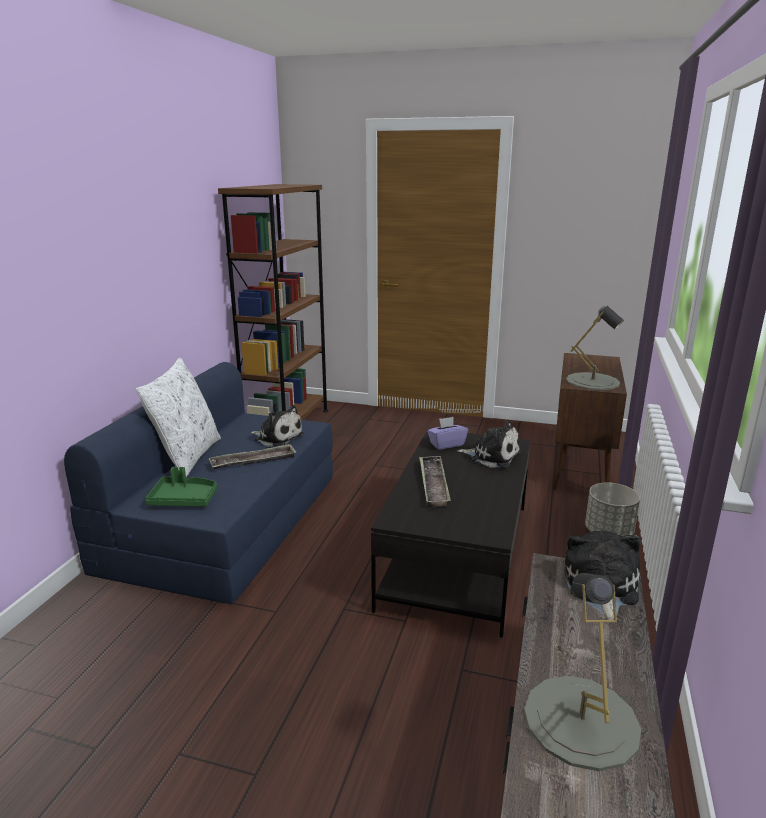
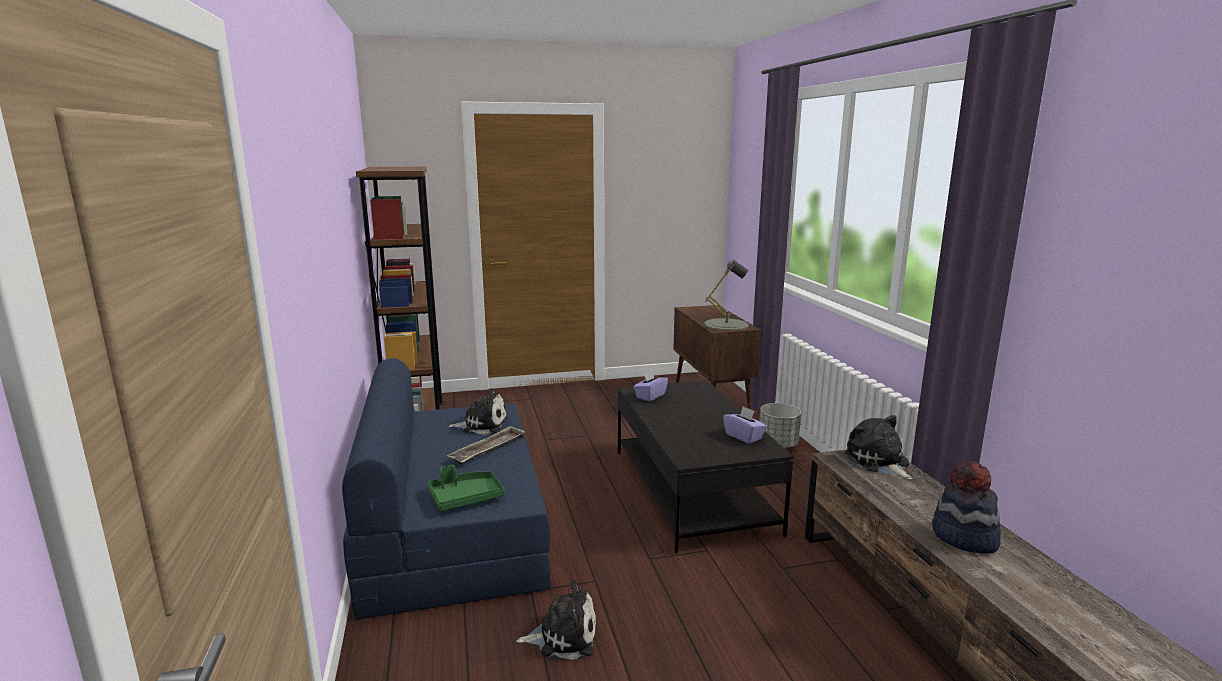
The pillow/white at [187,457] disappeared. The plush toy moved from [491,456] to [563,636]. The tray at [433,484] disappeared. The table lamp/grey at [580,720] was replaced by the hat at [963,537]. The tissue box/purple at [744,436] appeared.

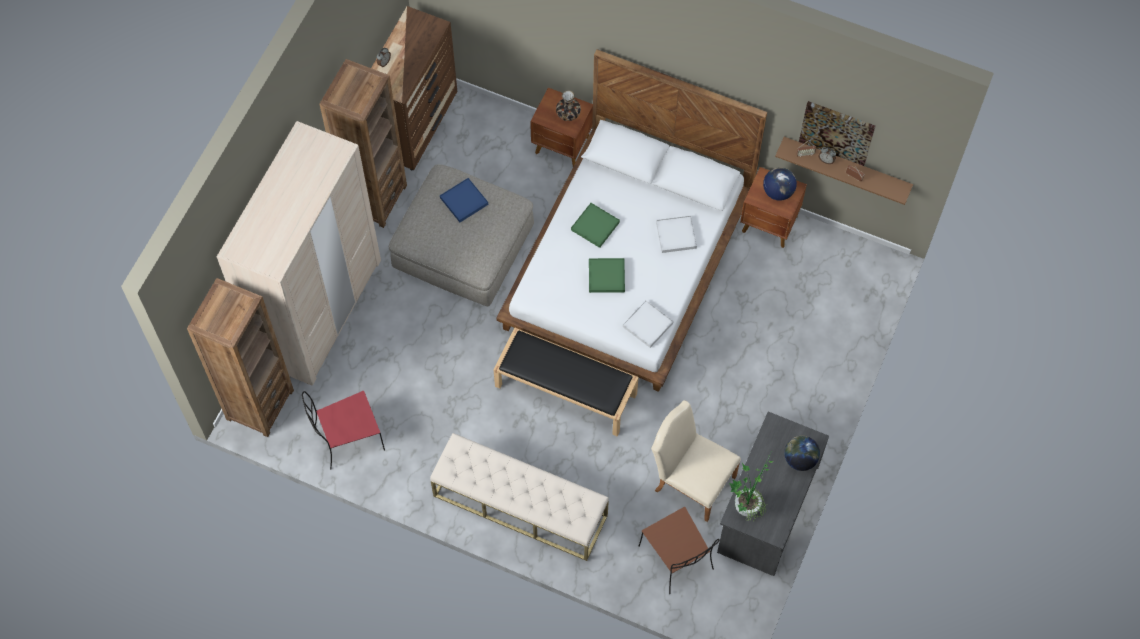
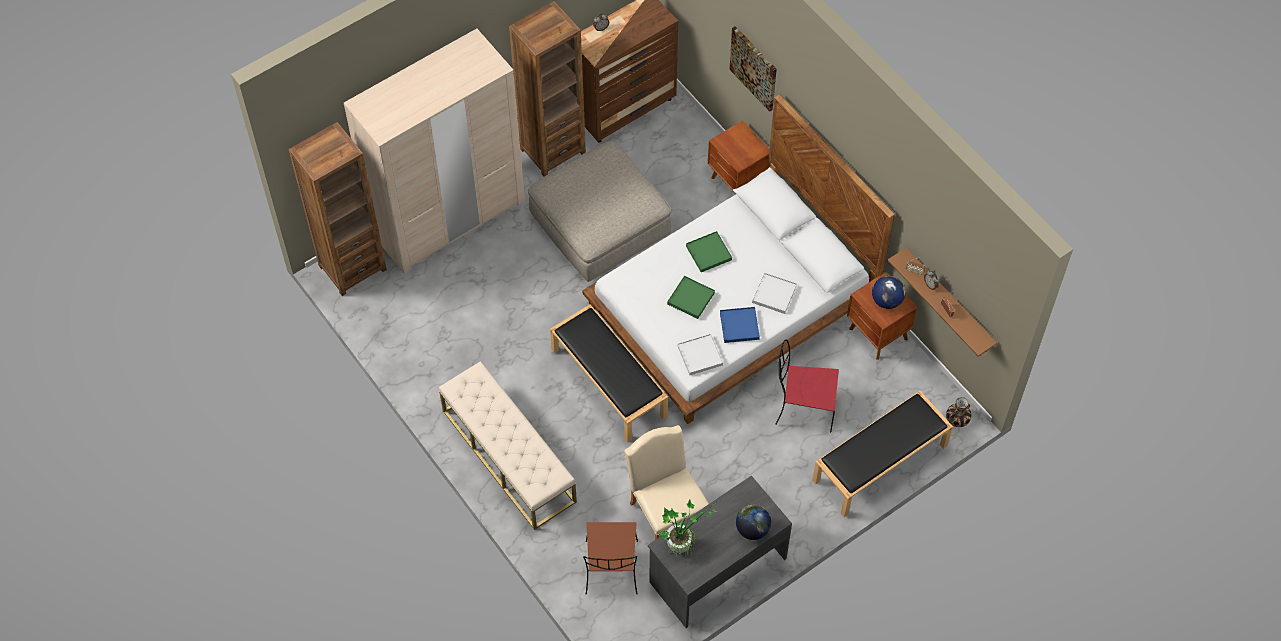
The vase moved from [568,113] to [957,418]. The picture moved from [837,131] to [754,68]. The tray/blue moved from [464,201] to [739,326]. The chair/red moved from [347,439] to [803,407]. The bench/black at [879,464] appeared.

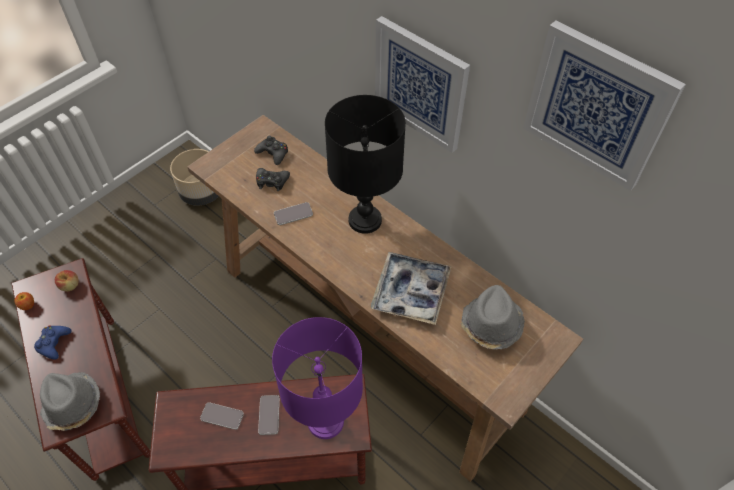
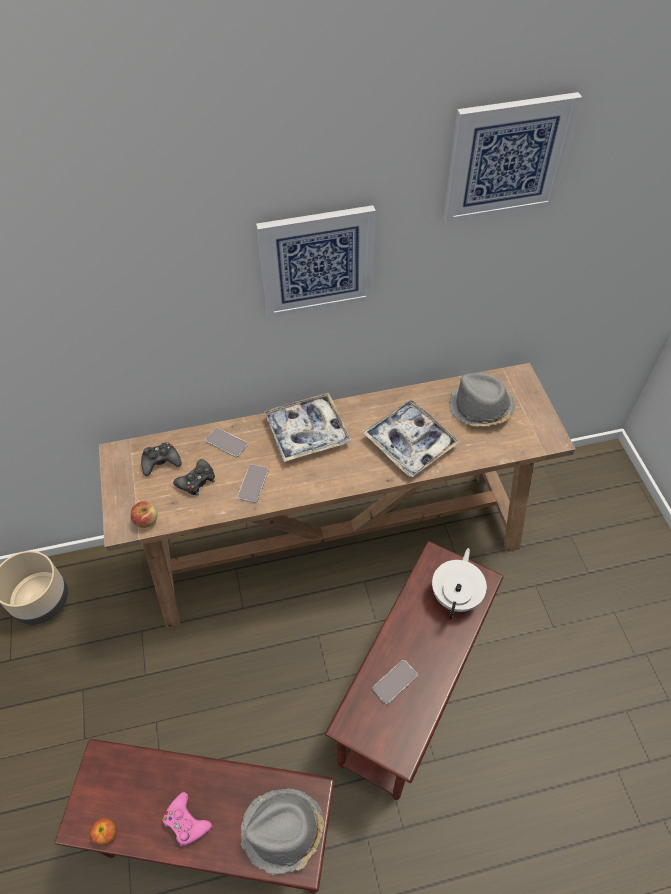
The table lamp/black at [365,219] was replaced by the tray at [307,432]. The apple moved from [70,285] to [146,520]. The table lamp/purple at [326,422] was replaced by the teapot/white at [456,595]. The game controller/blue at [54,343] became the game controller/pink at [186,822]. The phone moved from [269,415] to [226,443].

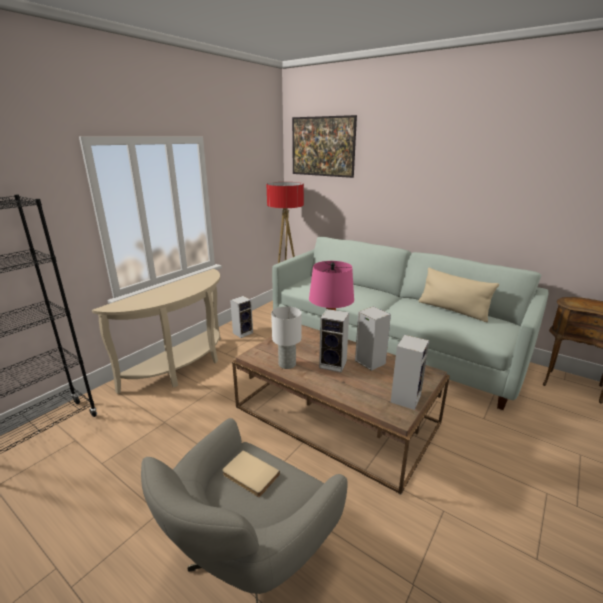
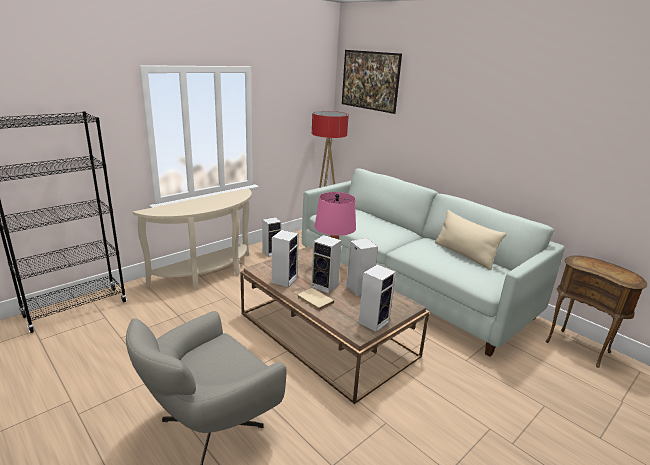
The table lamp/white at [287,364] was replaced by the speaker at [284,279]. The book/beige moved from [249,476] to [314,301].

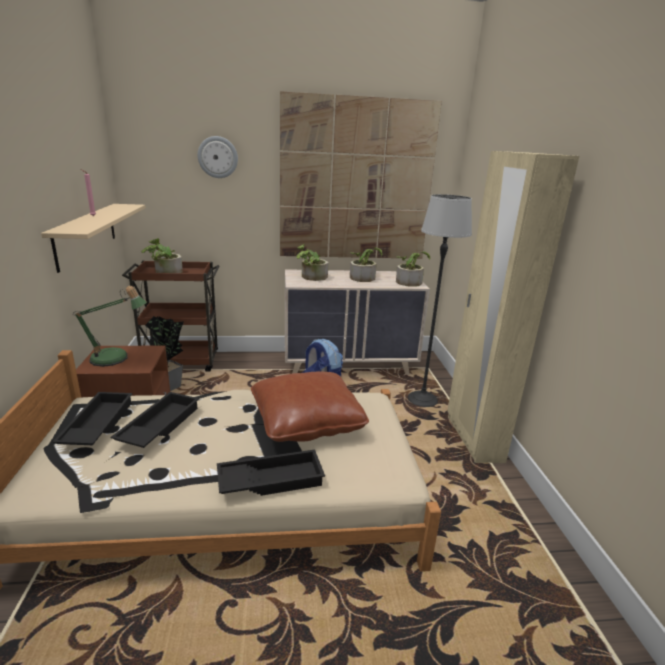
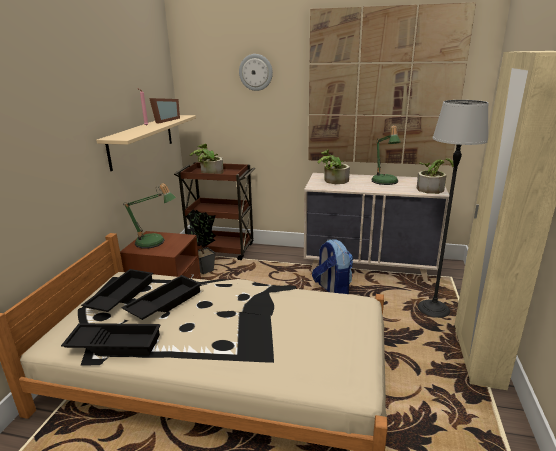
The potted plant at [363,277] was replaced by the table lamp at [385,182]. The pillow/brown at [306,421] disappeared. The tray/black moved from [271,479] to [115,343]. The picture frame at [164,120] appeared.

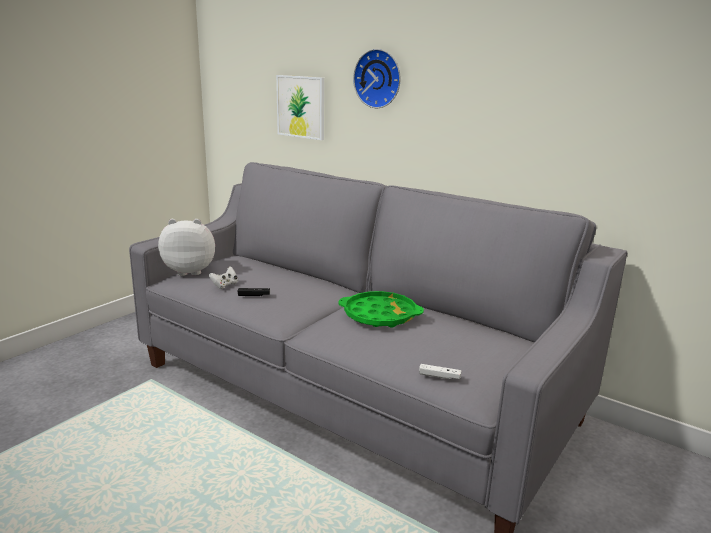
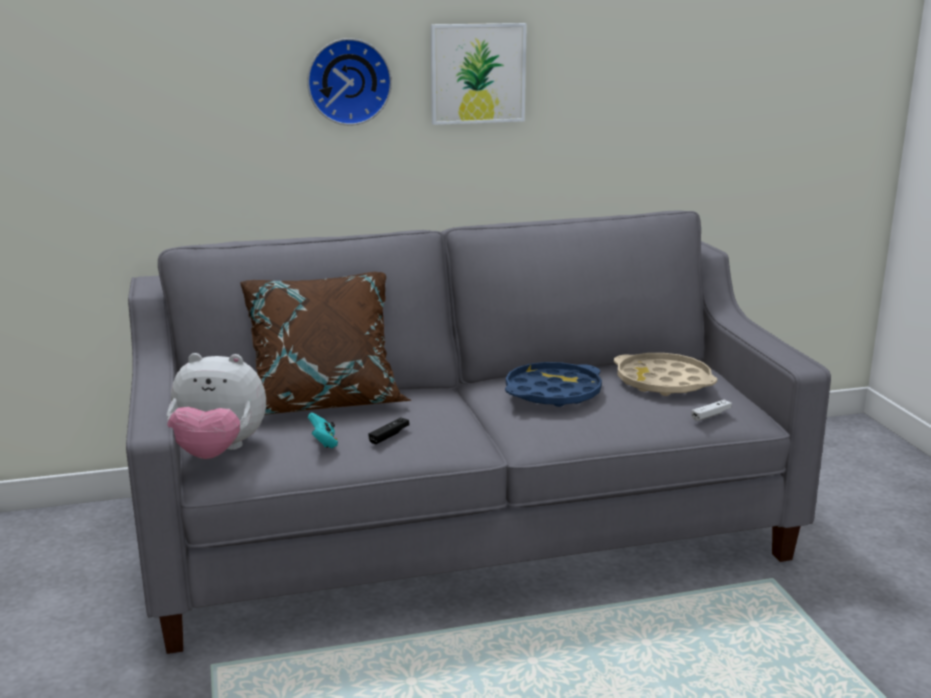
The picture moved from [301,107] to [478,73]. The plush toy at [190,271] turned 120 degrees counterclockwise. The game controller/white at [225,285] became the game controller/turquoise at [323,443]. The tray/green at [380,315] became the tray/blue at [553,392]. The pillow/brown at [323,400] appeared. The tray/beige at [663,382] appeared.

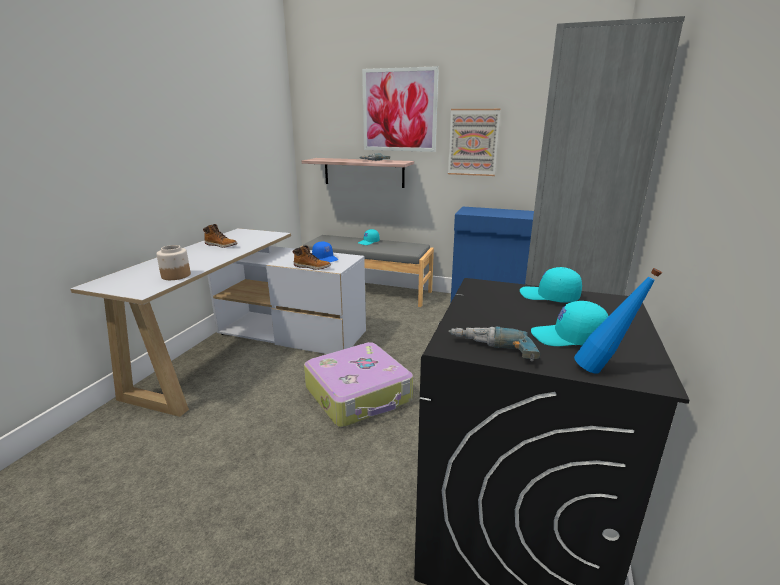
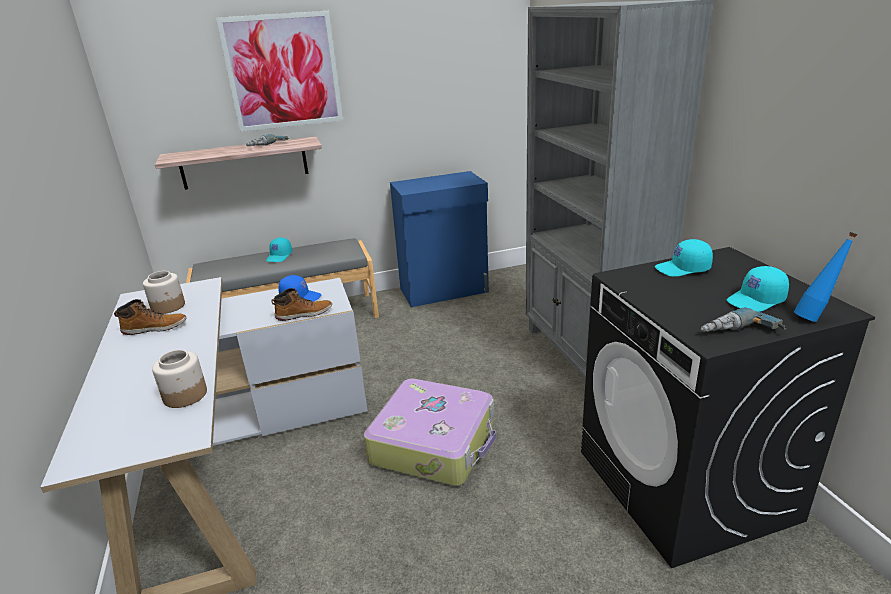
The picture at [473,142] disappeared. The jar at [168,306] appeared.

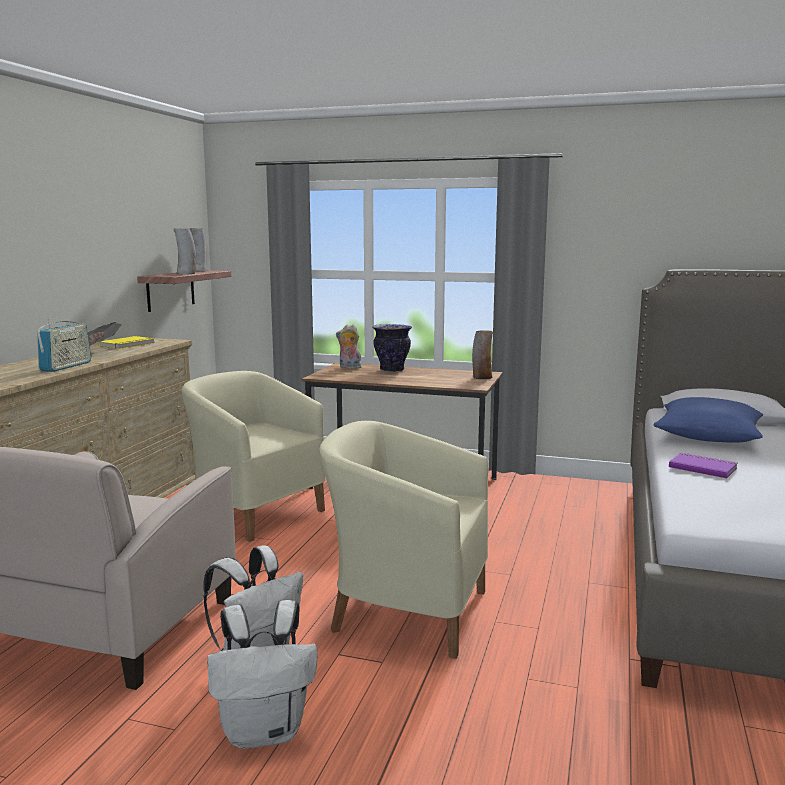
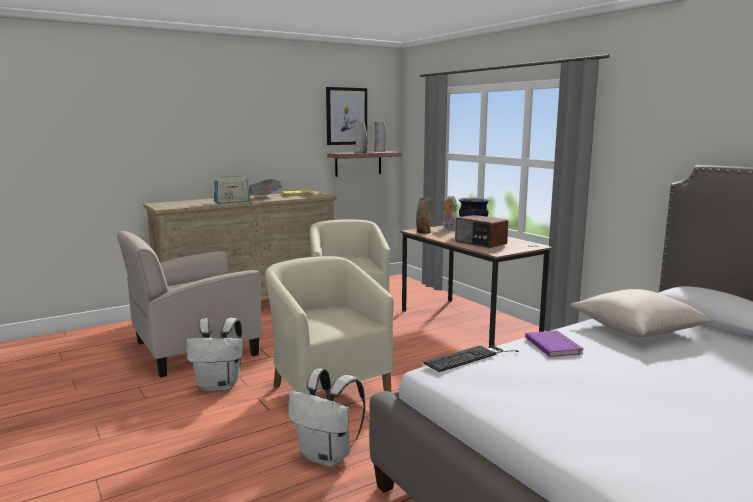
The vase moved from [482,377] to [423,232]. The pillow/blue at [708,437] became the pillow/beige at [637,329]. The backpack/white moved from [265,731] to [328,456]. The picture at [346,116] appeared. The radio at [480,243] appeared. The keyboard at [468,357] appeared.

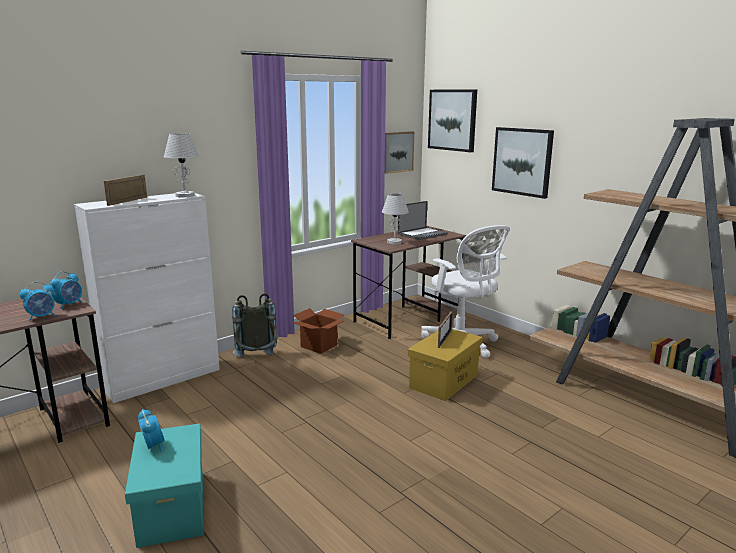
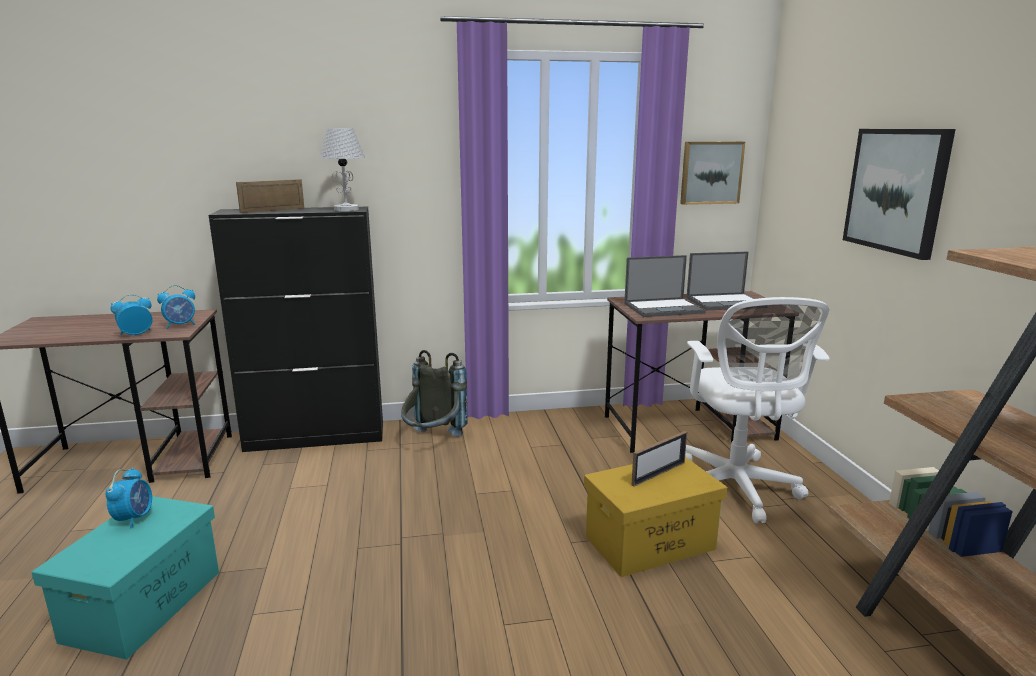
The picture at [452,120] disappeared. The cabinet/white at [163,379] became the cabinet/black at [316,437]. The table lamp/white at [394,242] was replaced by the laptop at [664,308]. The alarm clock at [42,317] turned 150 degrees clockwise. The cardboard box at [318,346] disappeared.

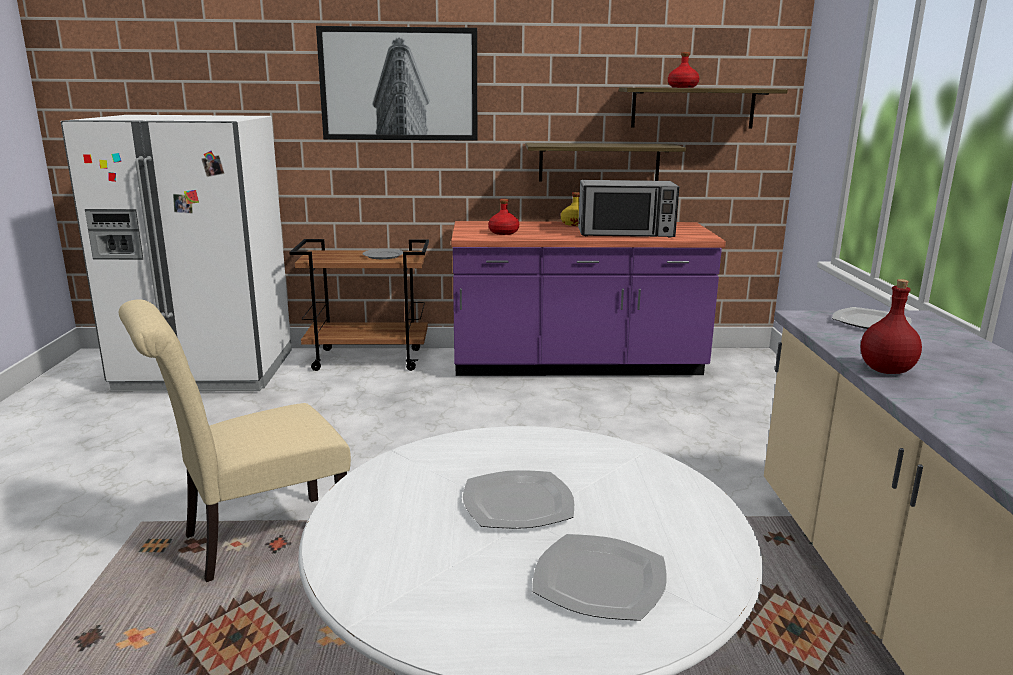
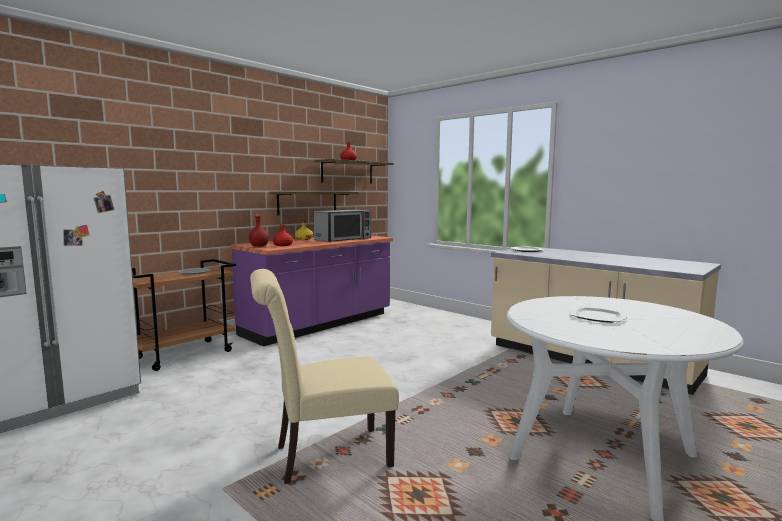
The picture at [399,84] disappeared. The bottle/red moved from [886,371] to [259,246]. The chair/beige at [255,541] turned 60 degrees clockwise. The plate at [601,580] disappeared.

